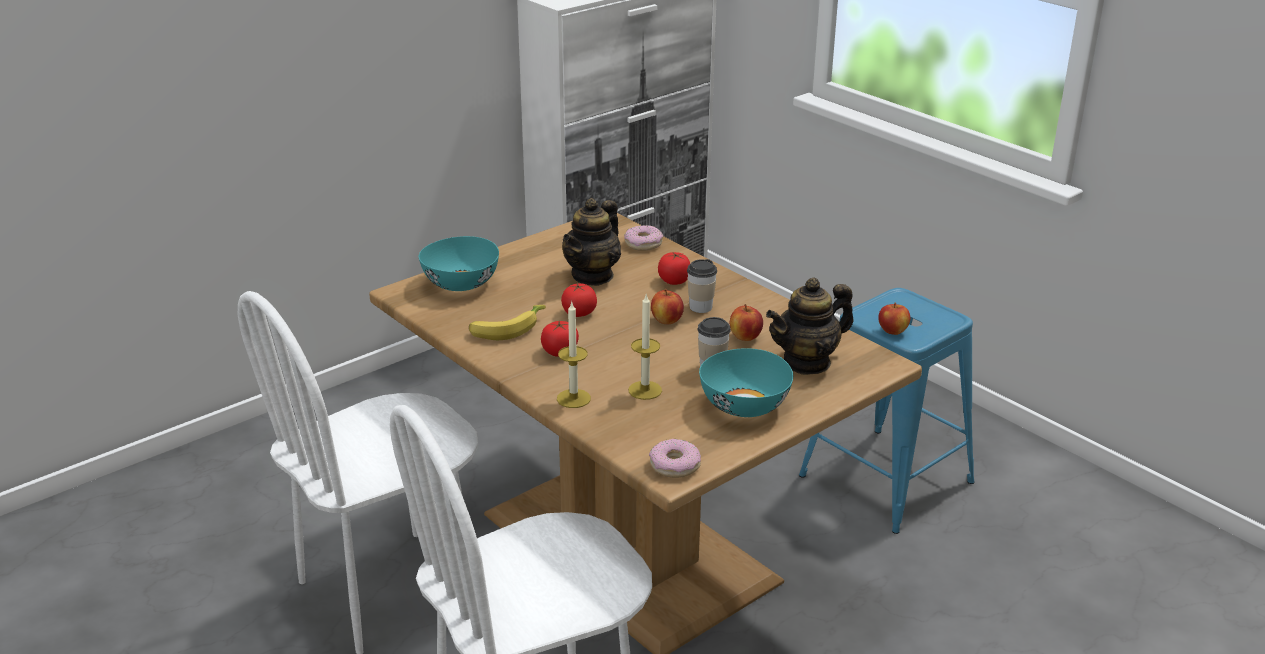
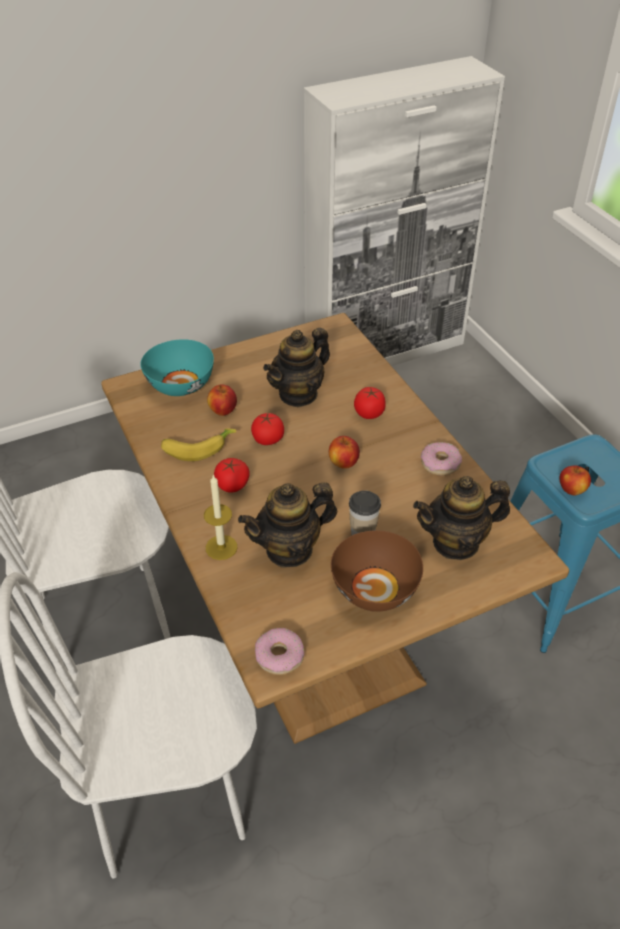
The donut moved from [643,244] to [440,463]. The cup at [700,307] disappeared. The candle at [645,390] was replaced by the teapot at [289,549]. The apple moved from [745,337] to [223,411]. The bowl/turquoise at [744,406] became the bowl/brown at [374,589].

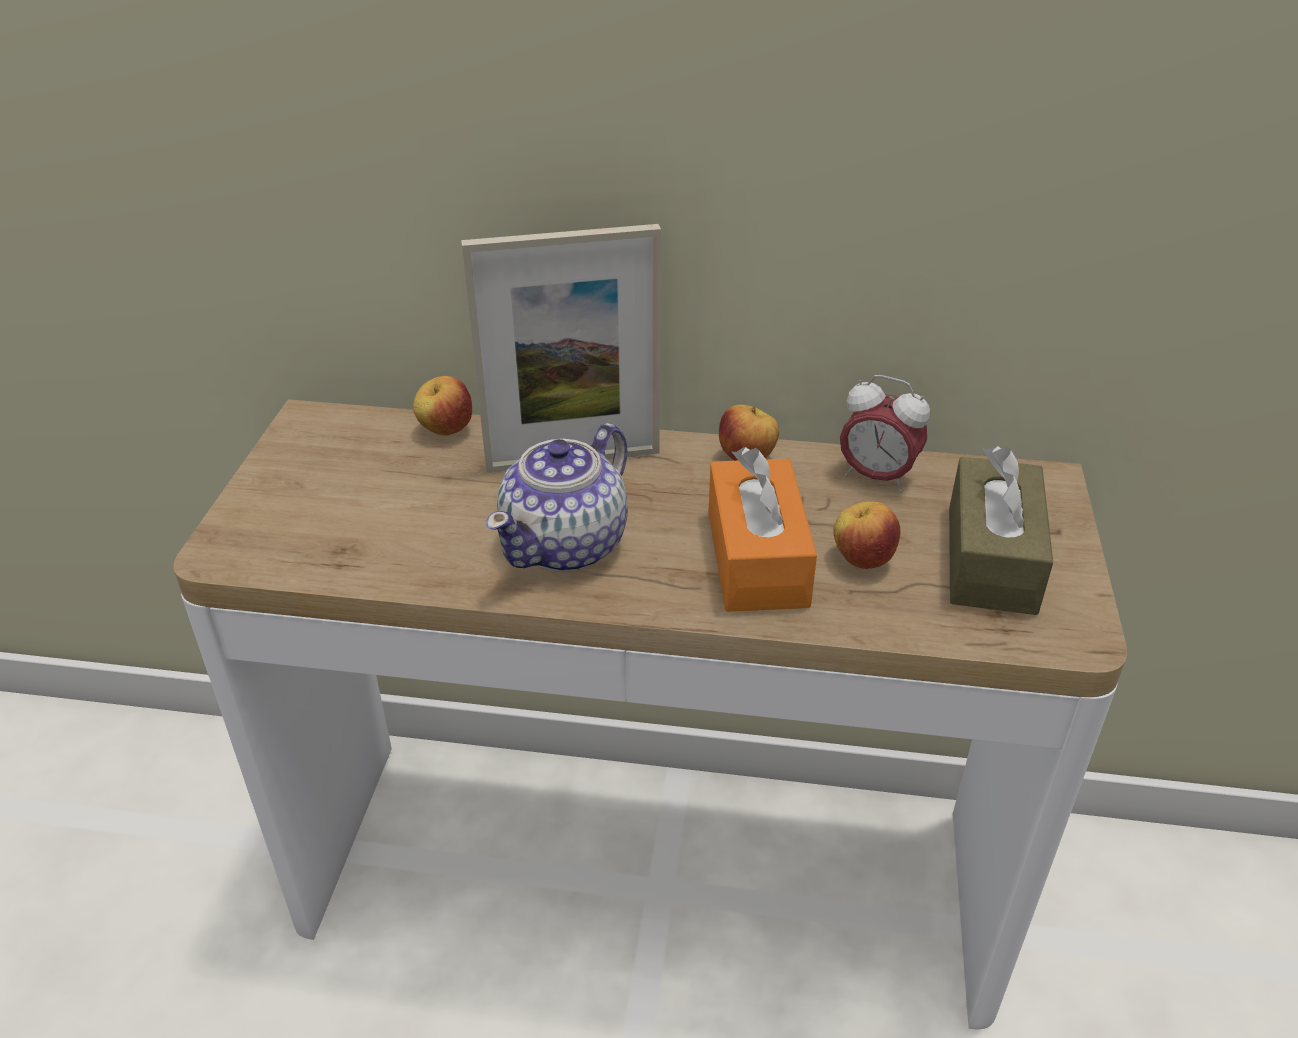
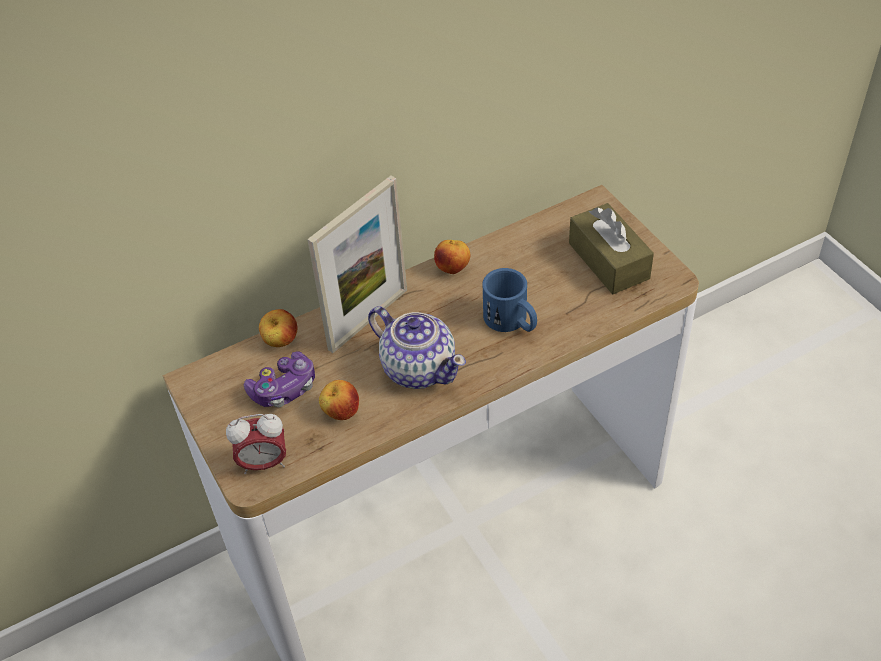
The alarm clock moved from [876,477] to [263,463]. The teapot at [567,544] turned 45 degrees counterclockwise. The tissue box/orange at [757,558] was replaced by the mug/blue at [512,321]. The apple moved from [862,560] to [341,412]. The game controller at [284,389] appeared.

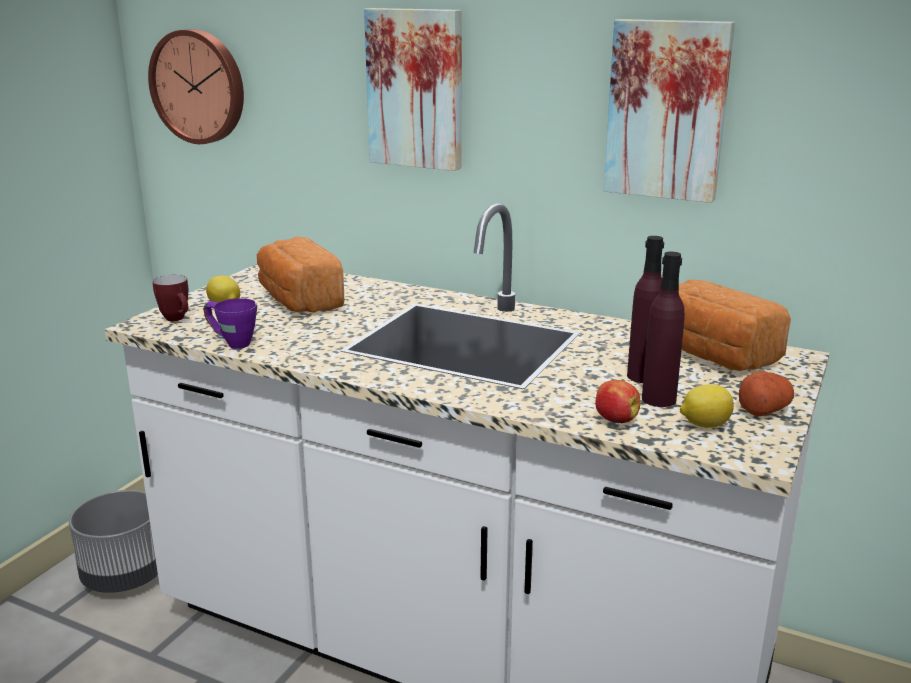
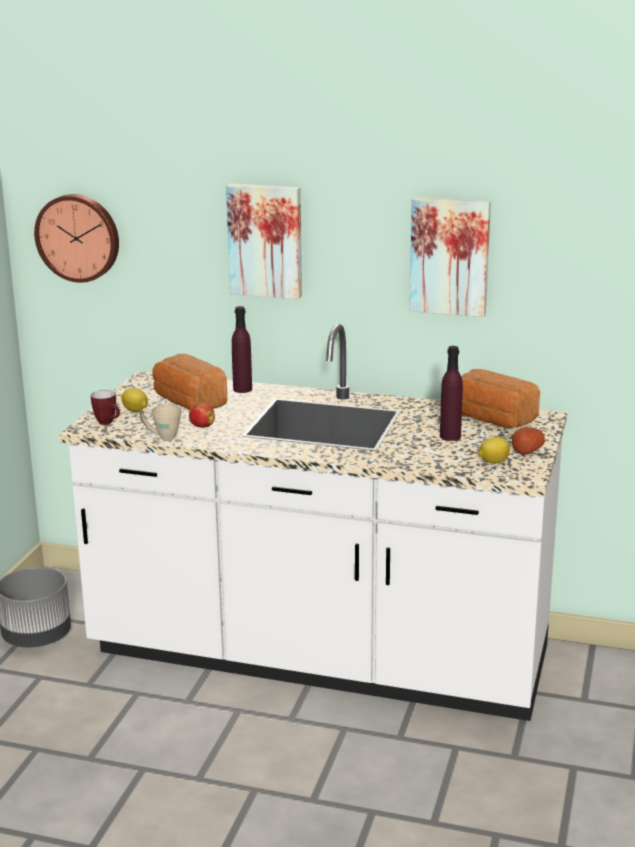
The bottle/purple moved from [658,399] to [242,389]. The mug/purple at [231,342] became the mug/beige at [161,436]. The apple moved from [615,420] to [201,426].

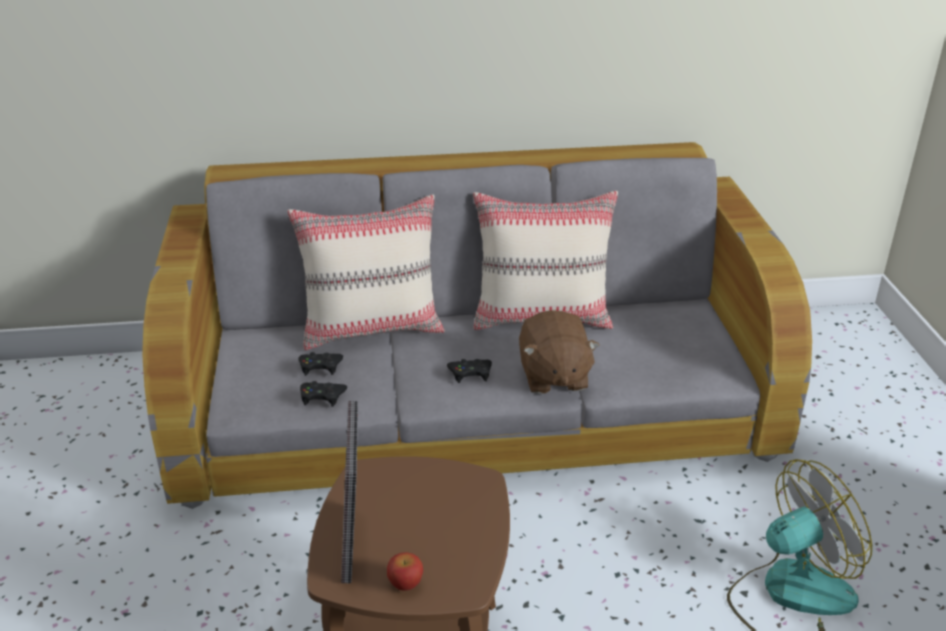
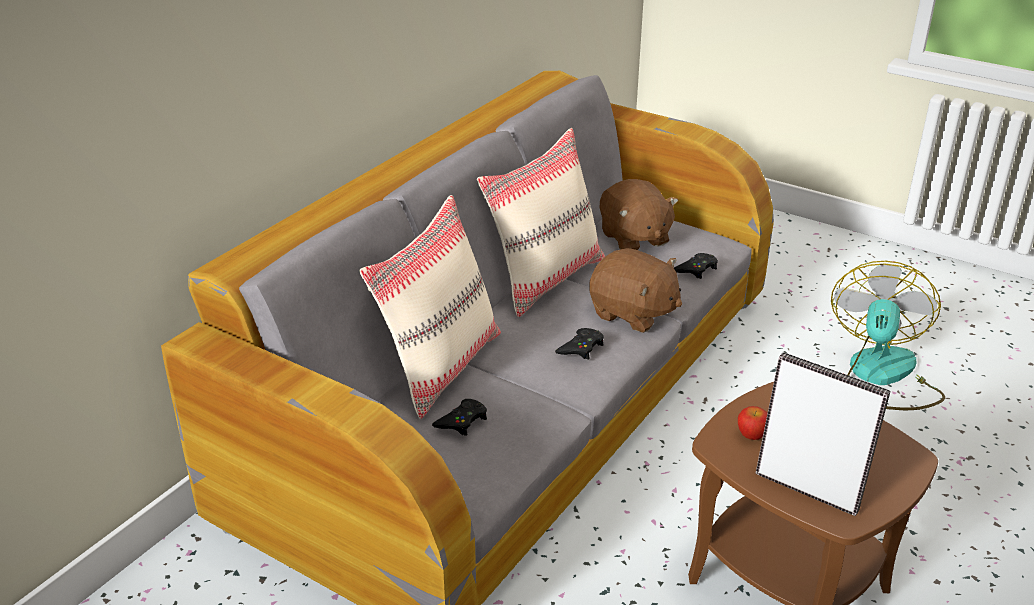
The game controller/black moved from [322,397] to [696,269]. The apple moved from [405,584] to [751,435]. The plush toy/brown at [634,238] appeared.

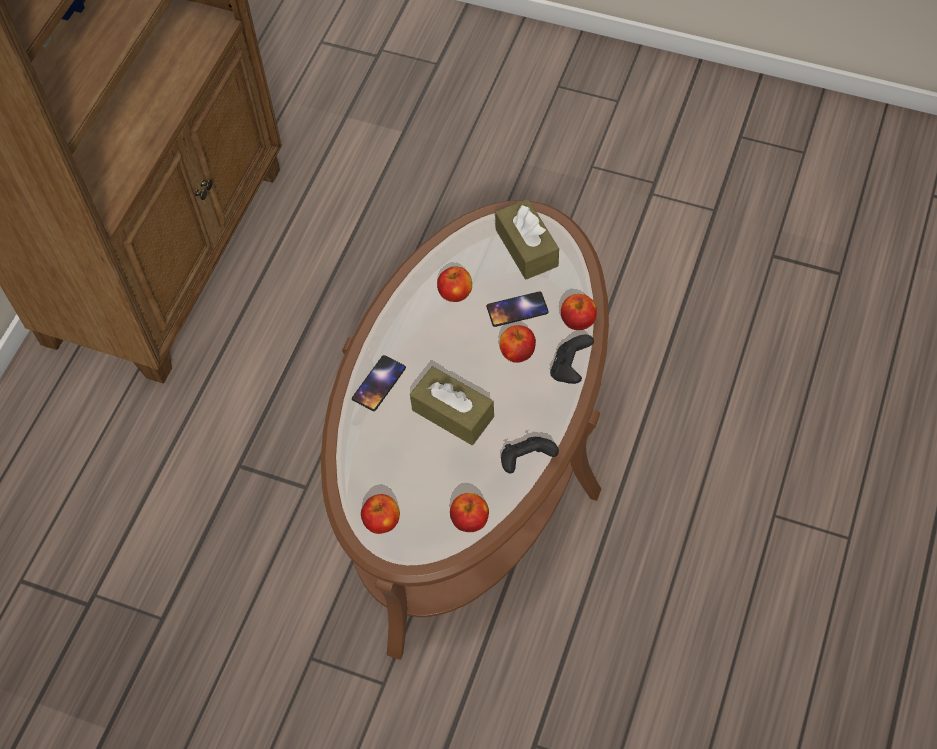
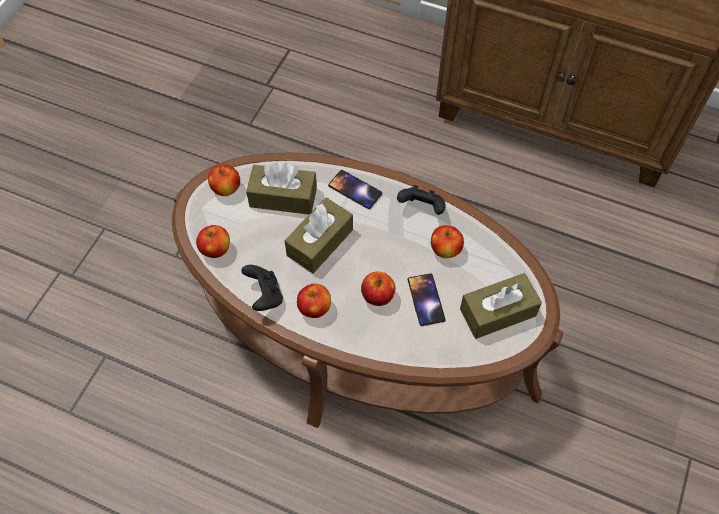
The apple moved from [578,321] to [314,308]. The game controller/black moved from [570,369] to [422,208]. The tissue box/brown at [283,197] appeared.

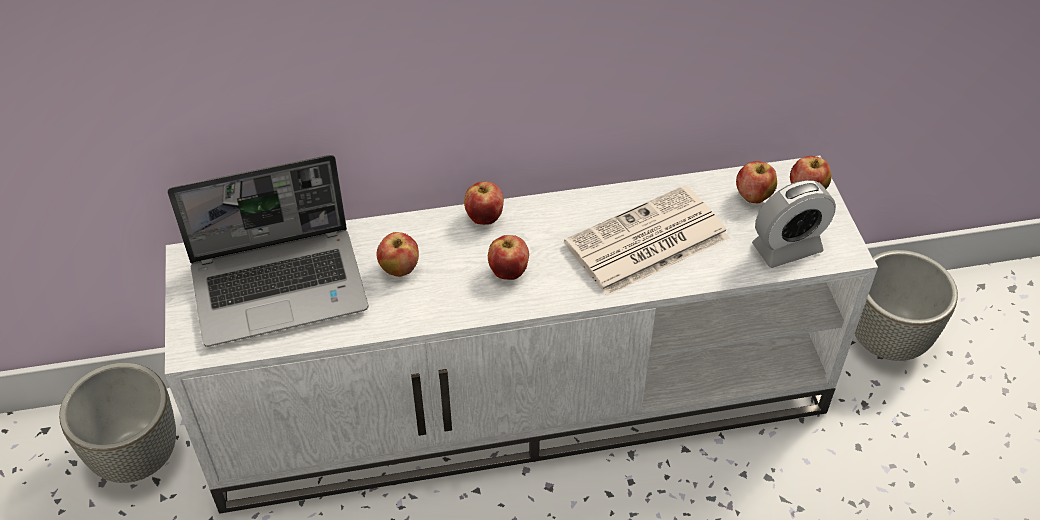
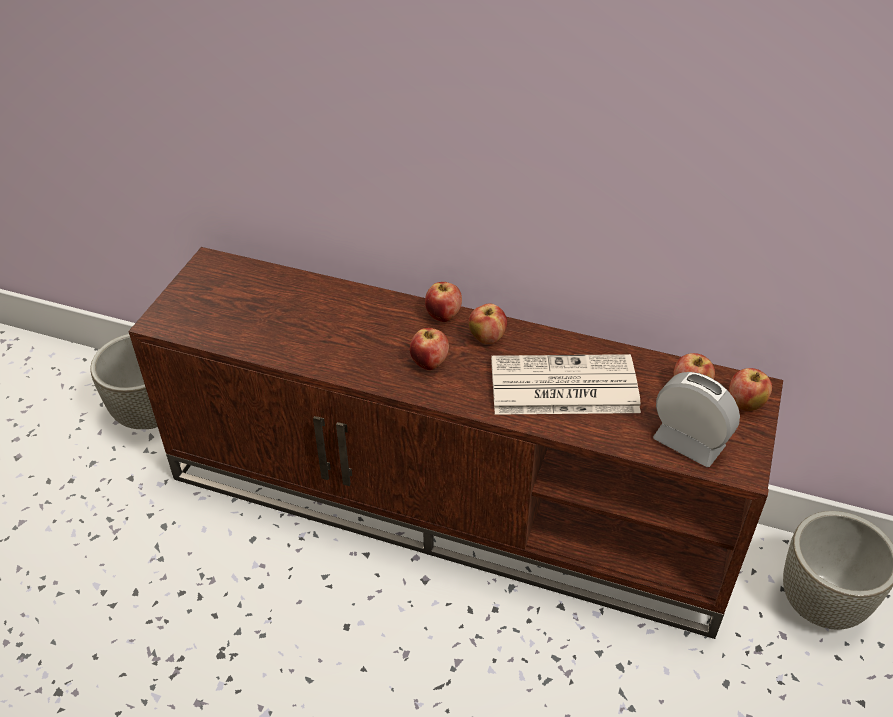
The laptop at [281,286] disappeared. The tv stand/white at [522,399] became the tv stand/brown at [451,501]. The alarm clock at [787,248] turned 150 degrees counterclockwise. The apple moved from [399,268] to [487,338].

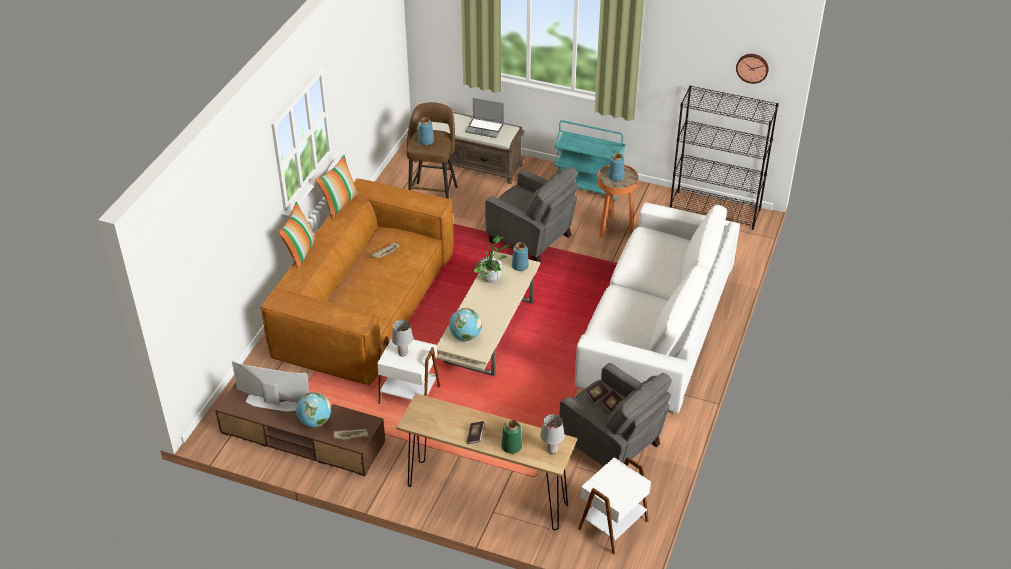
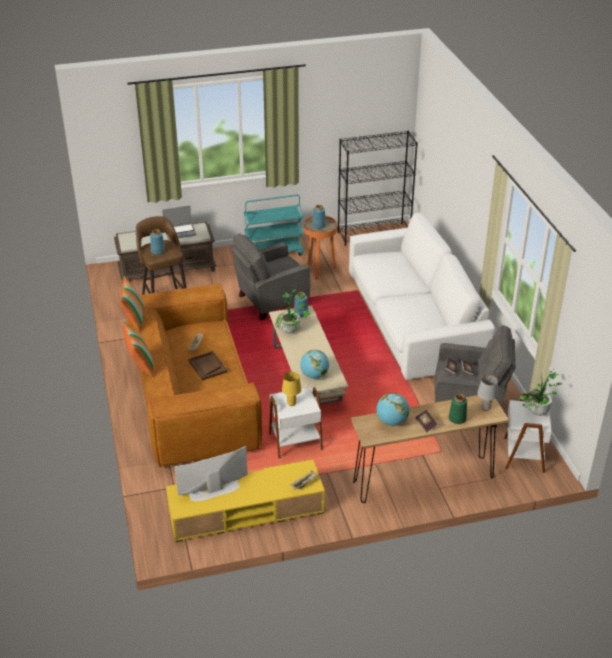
The wall clock at [752,67] disappeared. The armchair/grey at [532,239] turned 150 degrees clockwise. The table lamp/grey at [403,353] became the table lamp/yellow at [291,403]. The tv stand/brown at [302,438] became the tv stand/yellow at [246,511]. The globe moved from [315,422] to [391,421]. The tray/brown at [207,366] appeared. The potted plant at [536,415] appeared.

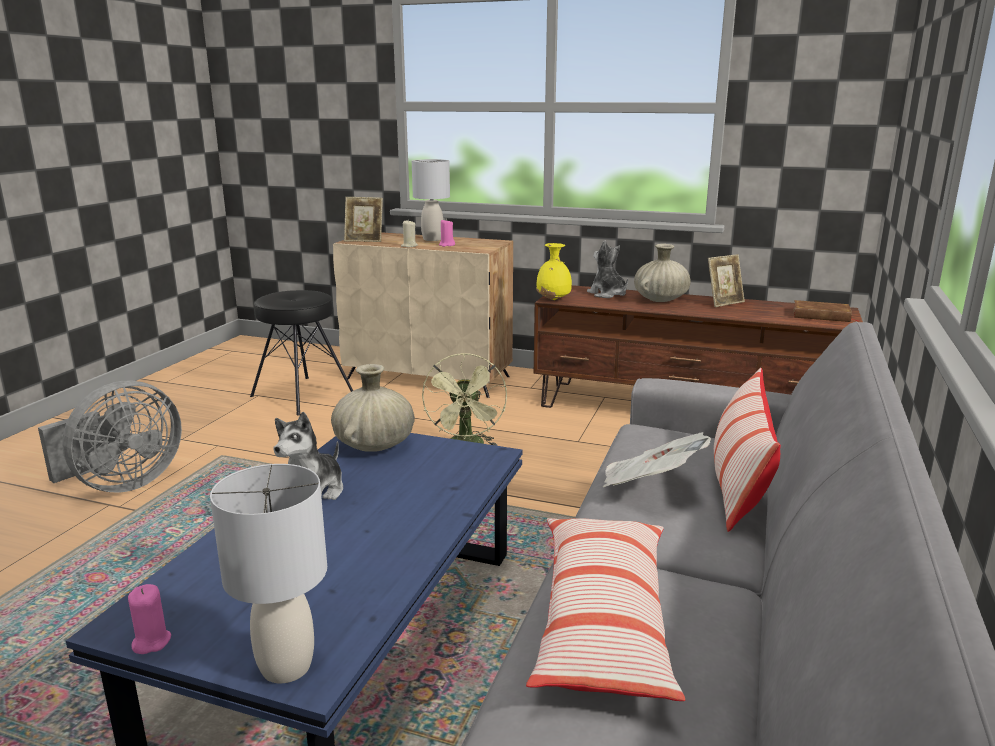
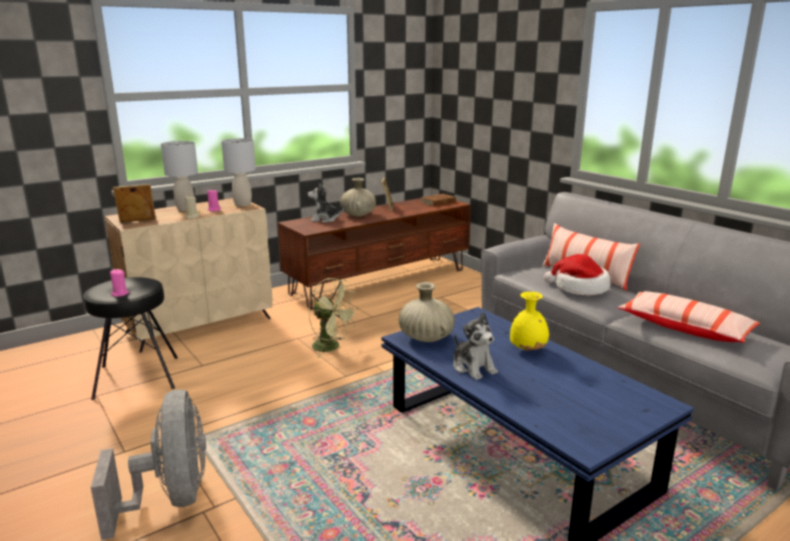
The picture frame at [364,240] turned 150 degrees counterclockwise. The vase/yellow moved from [554,300] to [528,349]. The newspaper at [649,485] was replaced by the hat at [579,288]. The table lamp/grey moved from [287,667] to [243,204]. The candle/pink moved from [151,642] to [120,294].

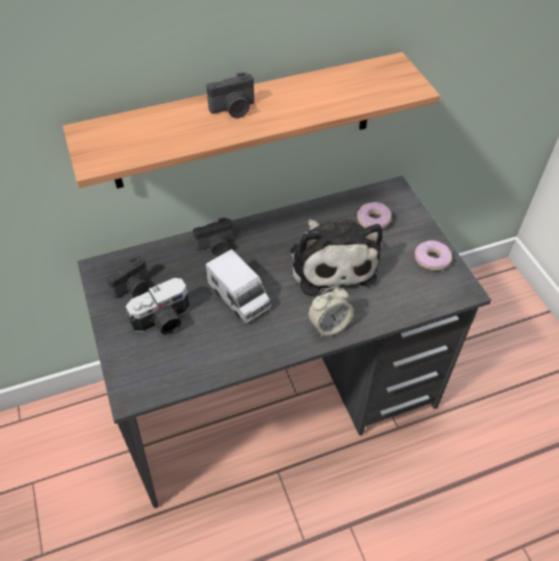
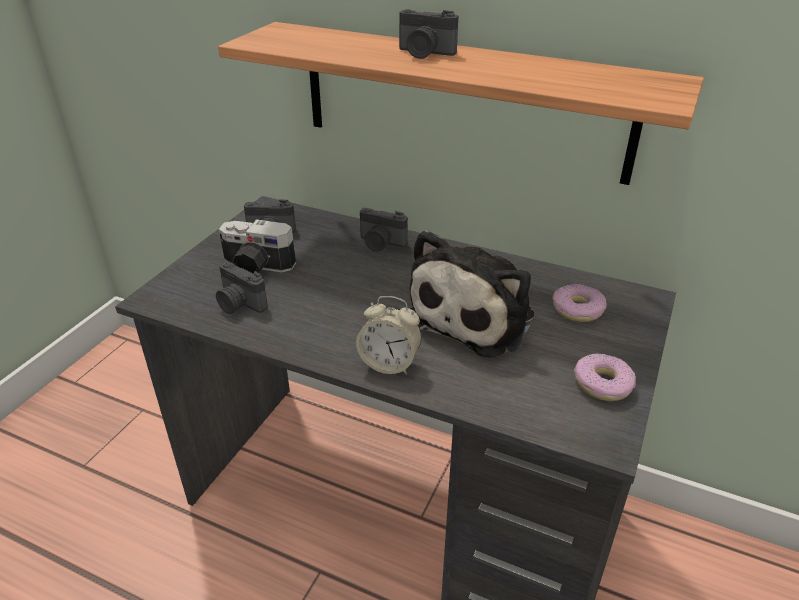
The toy truck at [239,297] disappeared. The photo camera at [239,304] appeared.

